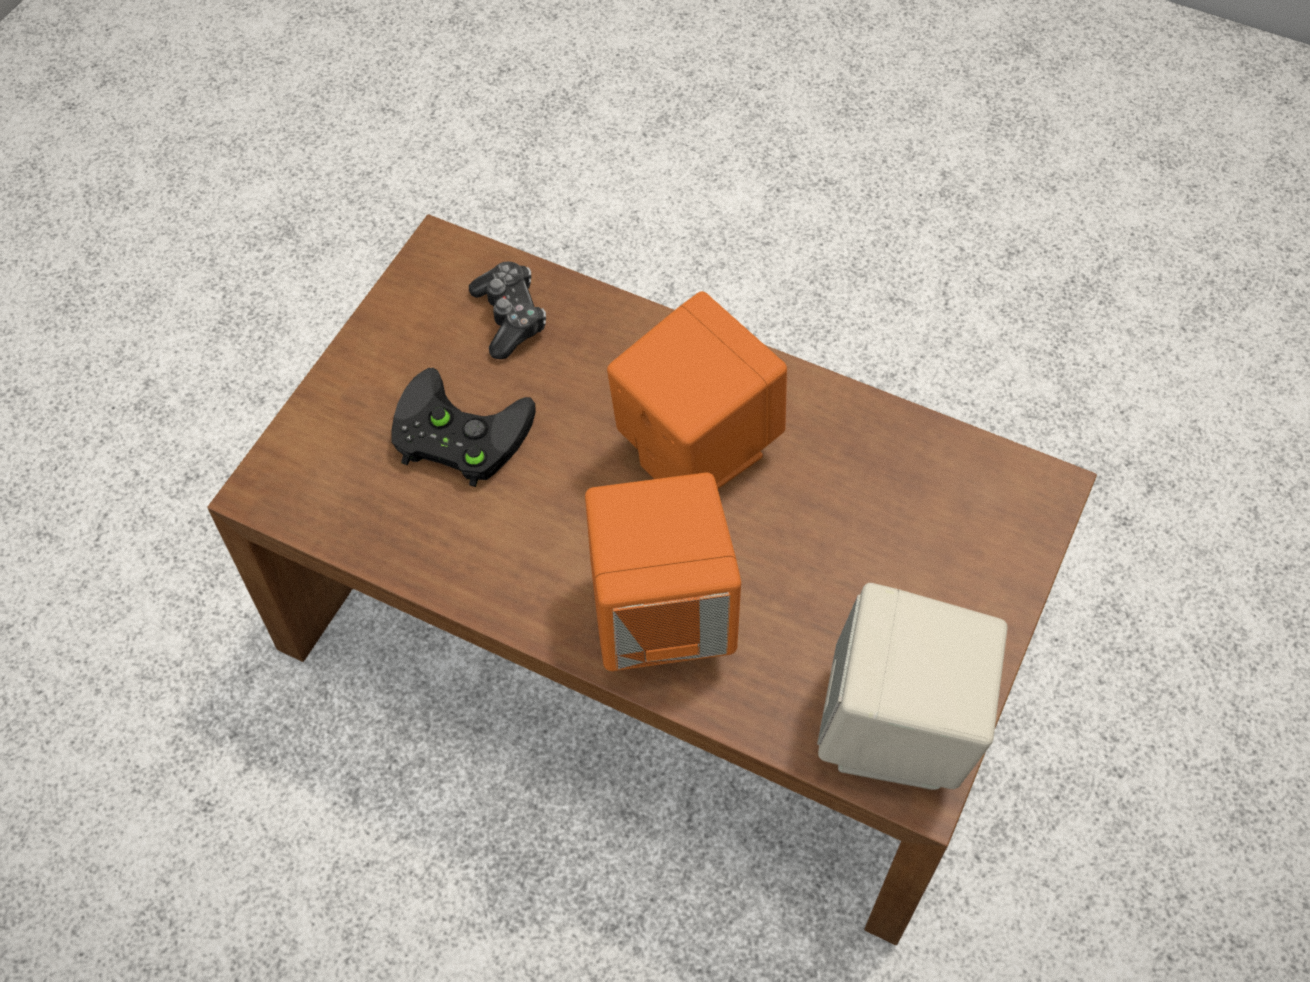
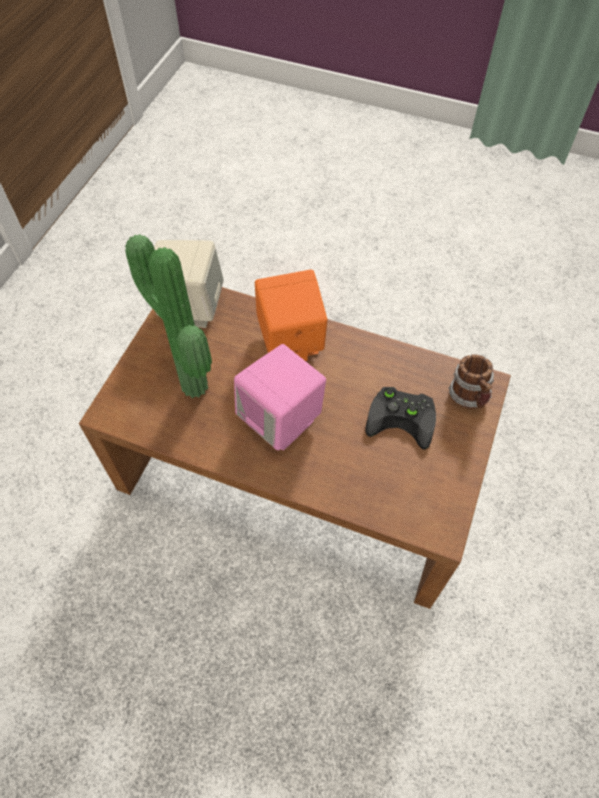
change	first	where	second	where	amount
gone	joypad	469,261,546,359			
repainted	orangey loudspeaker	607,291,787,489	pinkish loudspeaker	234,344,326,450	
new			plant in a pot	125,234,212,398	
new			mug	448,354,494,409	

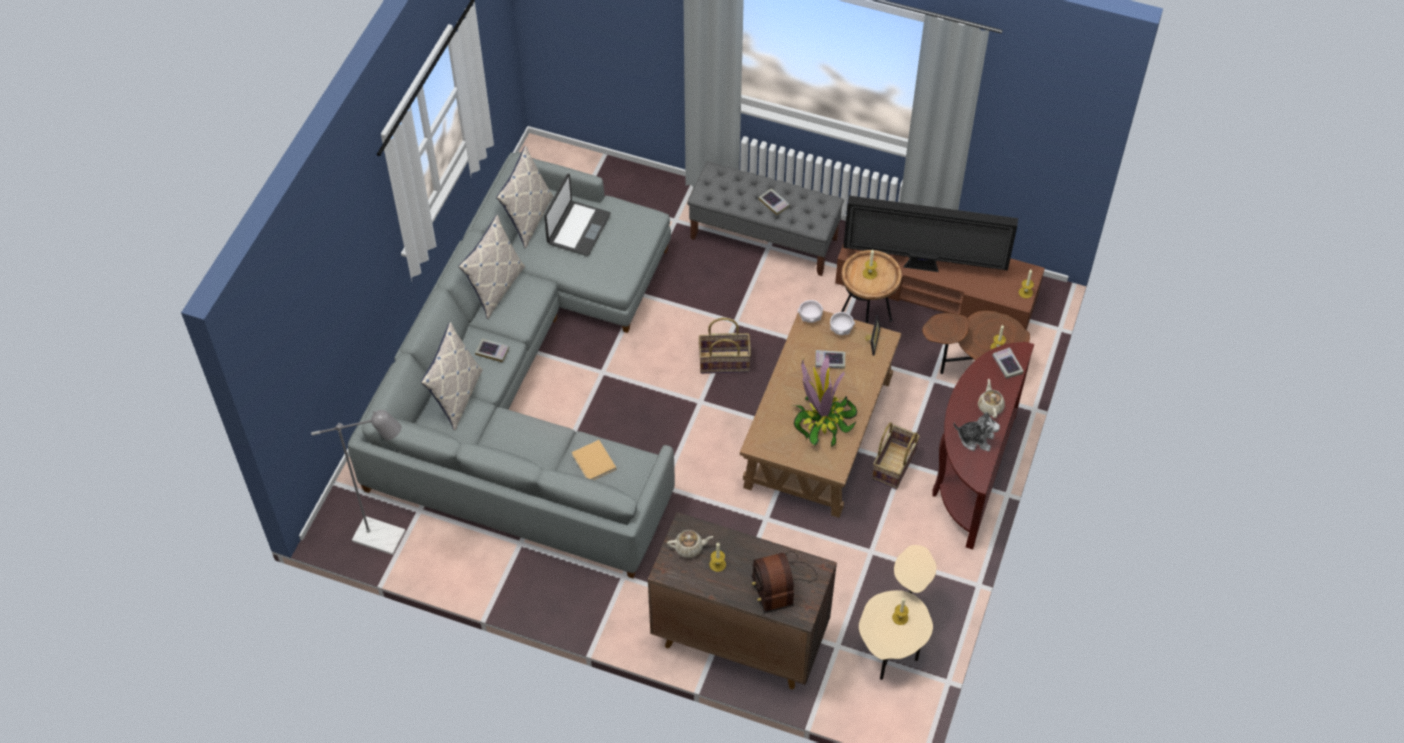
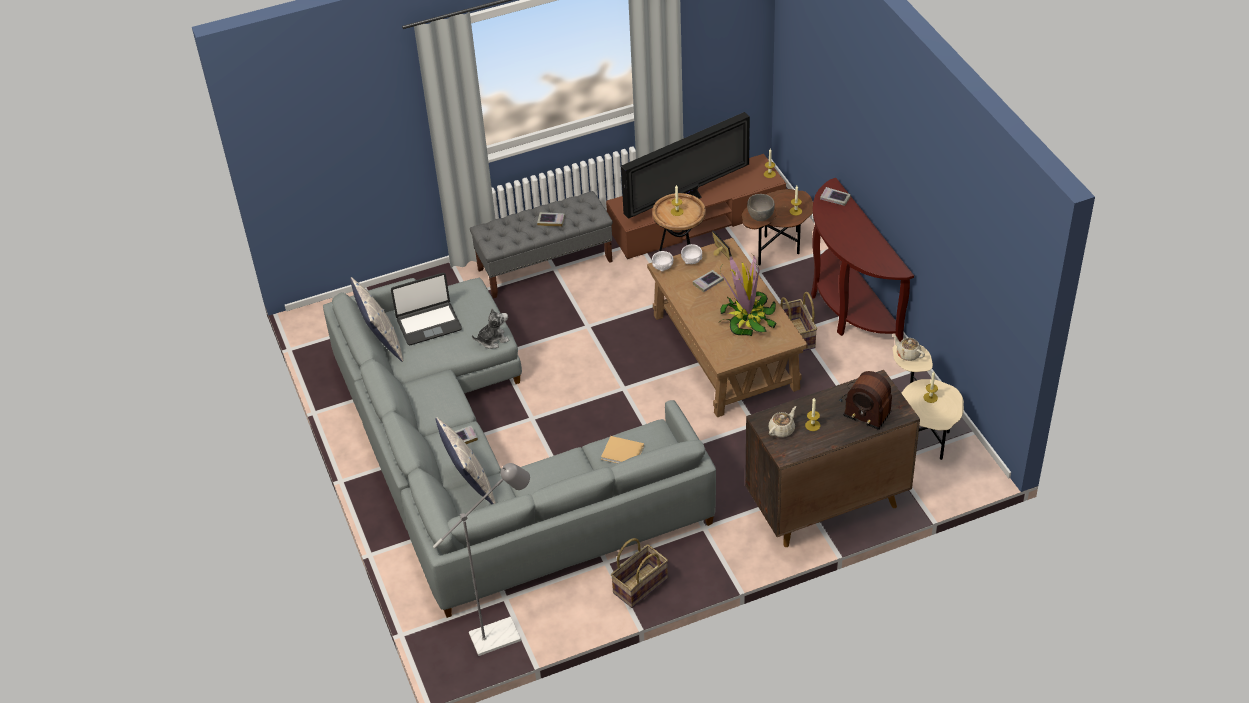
change	first	where	second	where	amount
gone	throw pillow	458,215,525,319			
rotated	notebook computer	544,174,611,256		391,273,462,345	90 degrees clockwise
shifted	basket	699,318,751,374		611,538,668,608	
shifted	cuddly toy	954,412,1000,452		472,308,509,349	
shifted	beige-coloured tea pot	978,379,1005,418		892,334,925,361	
new			greyish deep dish	747,194,775,221	

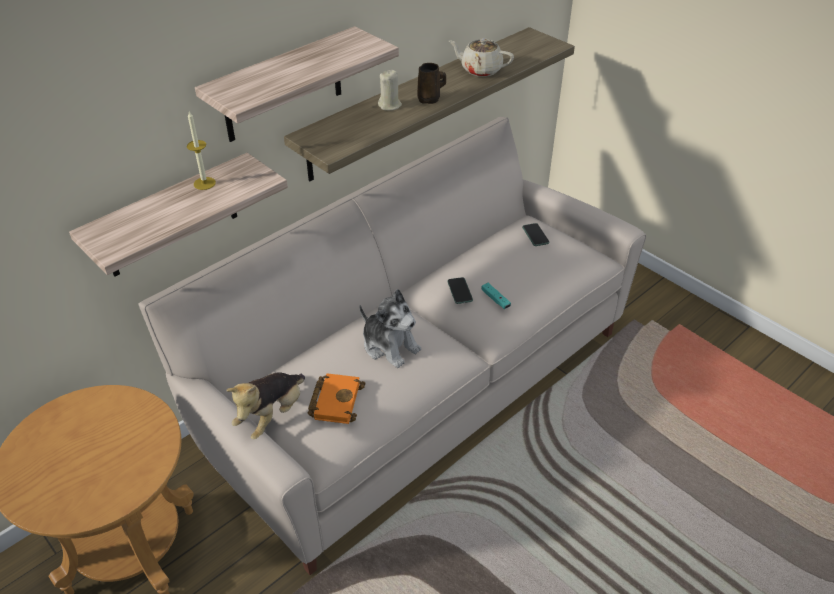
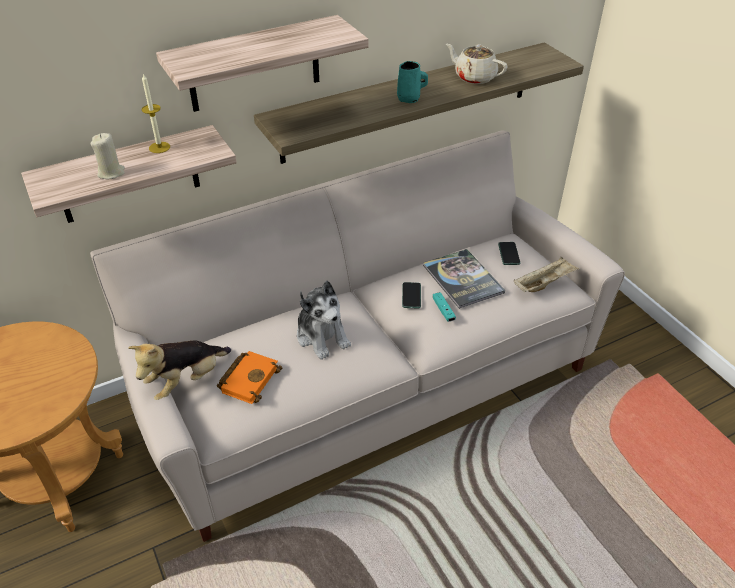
change	first	where	second	where	amount
shifted	beige-coloured candle	378,70,402,111		91,133,125,179	
repainted	brown-coloured mug	417,63,446,104	blue-green mug	397,61,428,103	
new			volume	423,249,505,309	
new			beige-coloured serving tray	514,257,579,292	

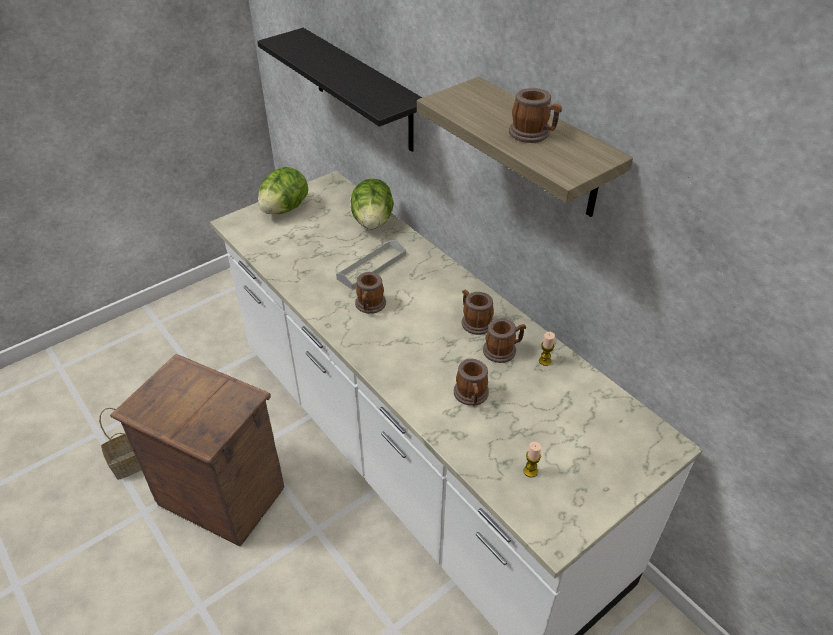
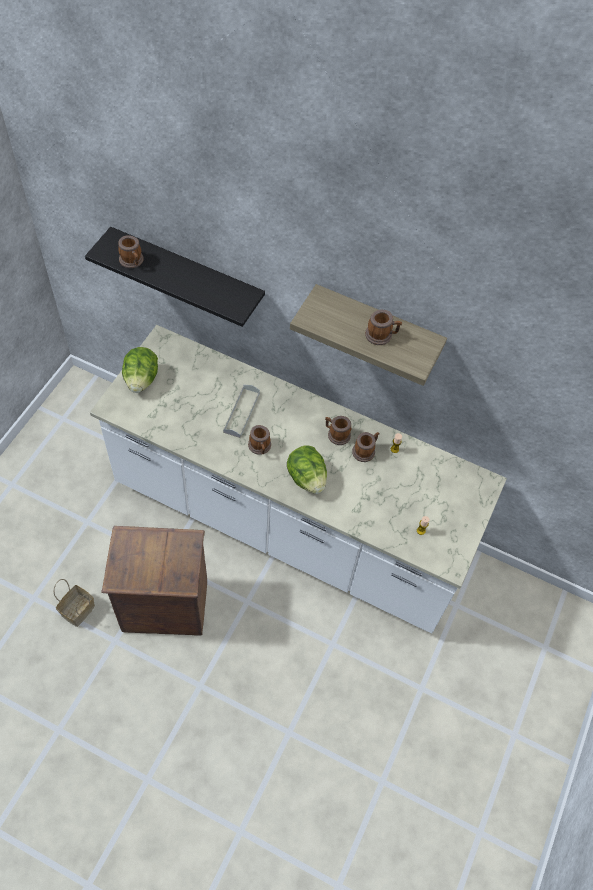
change	first	where	second	where	amount
shifted	head of lettuce	351,178,394,230		287,446,327,494	
shifted	mug	454,359,489,406		118,235,143,268	

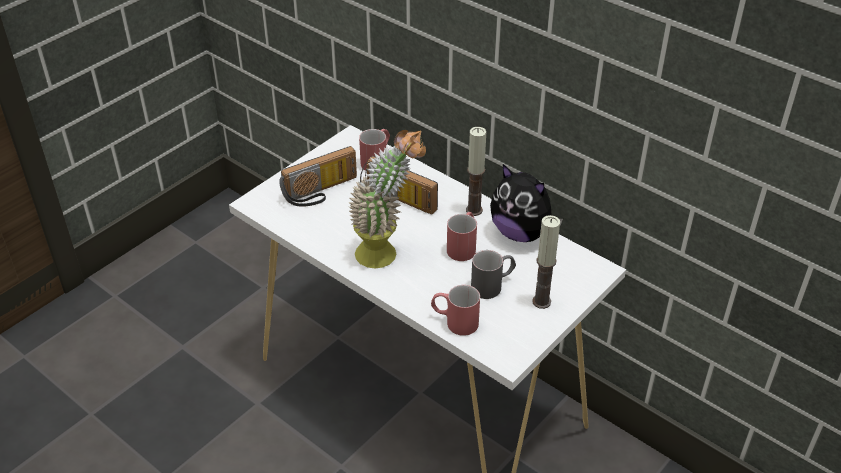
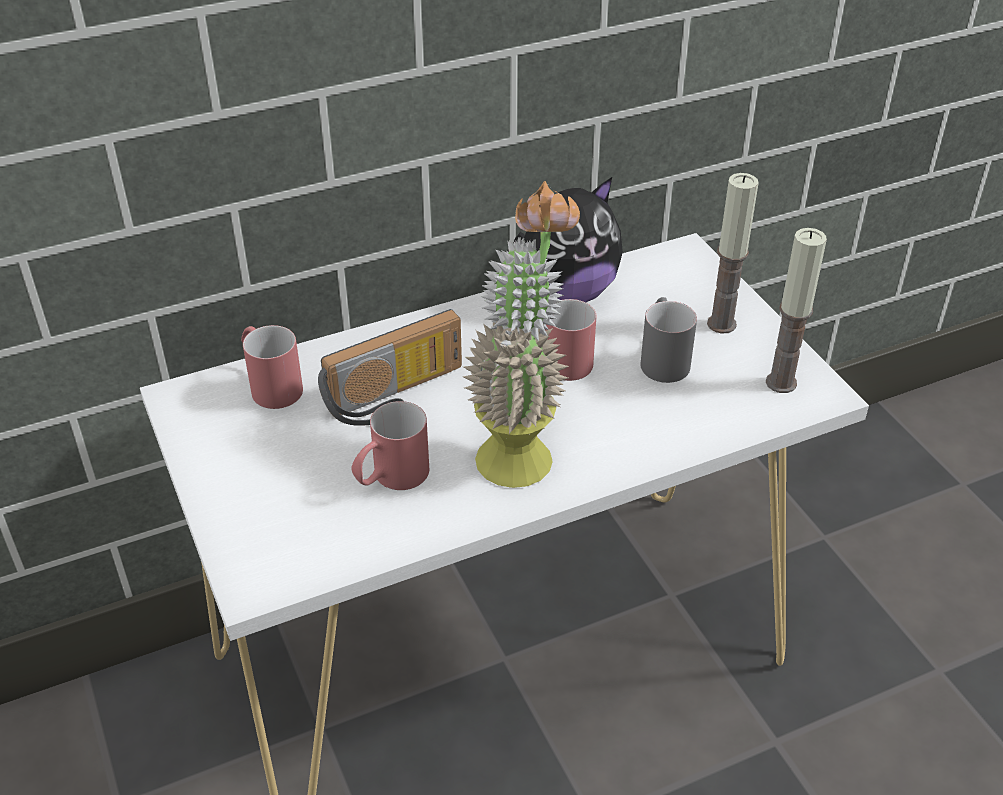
change	first	where	second	where	amount
gone	radio receiver	279,146,357,207			
shifted	red mug	431,285,480,336		351,401,429,490	
shifted	candle	466,127,486,216		766,228,827,393	

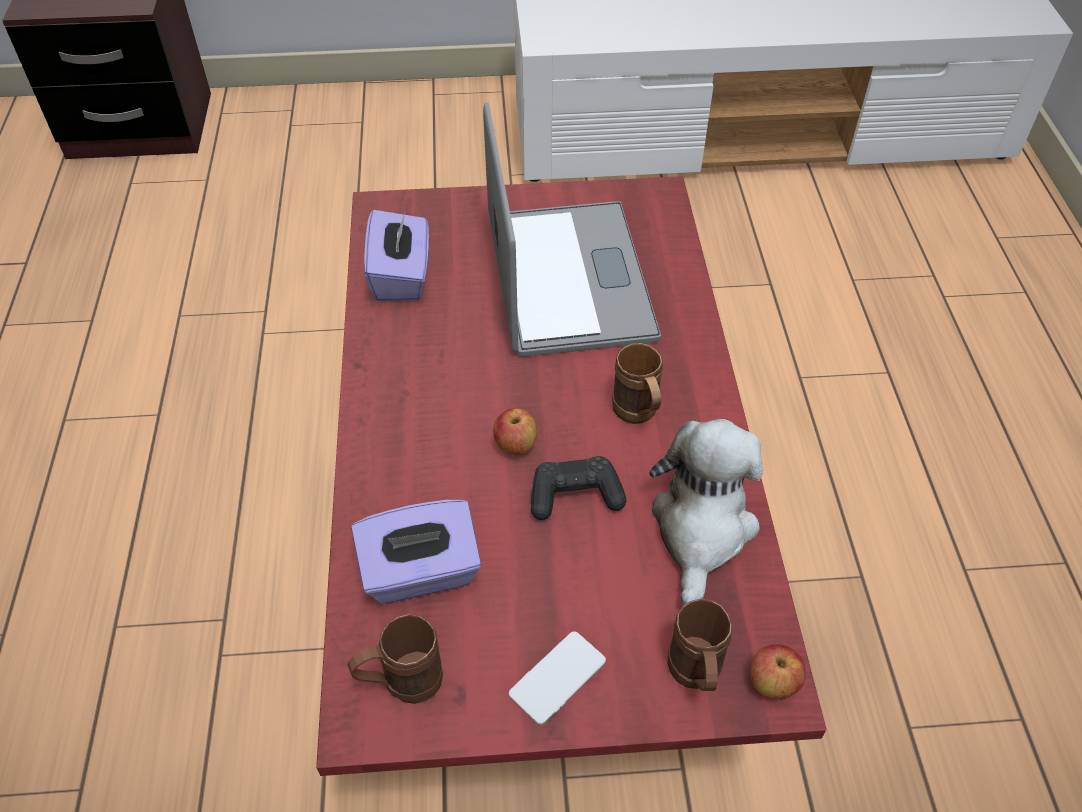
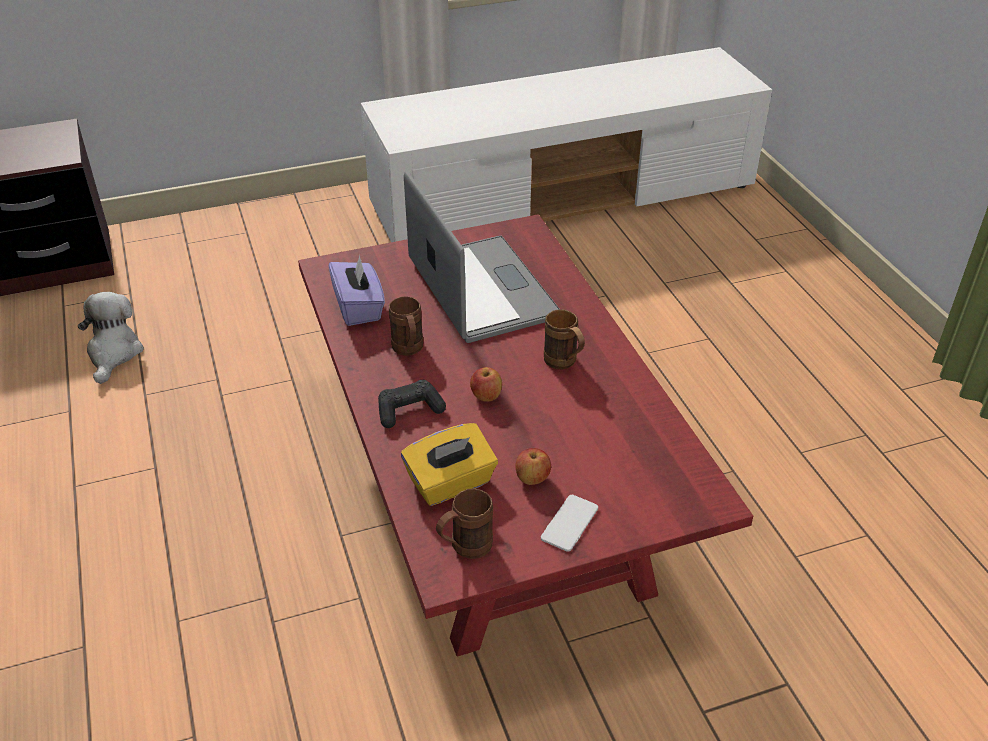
change	first	where	second	where	amount
repainted	purplish tissue box	351,500,481,604	yellowish tissue box	401,423,498,506	
shifted	black joypad	531,456,626,520		378,380,446,428	
shifted	cuddly toy	649,419,763,606		78,292,144,384	
shifted	brown-coloured mug	667,599,732,691		389,296,423,356	
shifted	apple fruit	750,644,806,699		516,448,551,485	

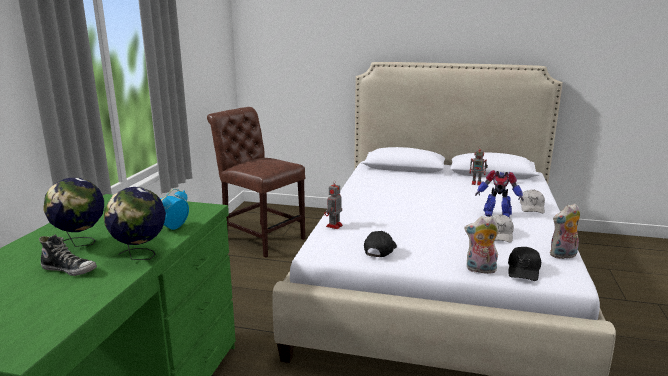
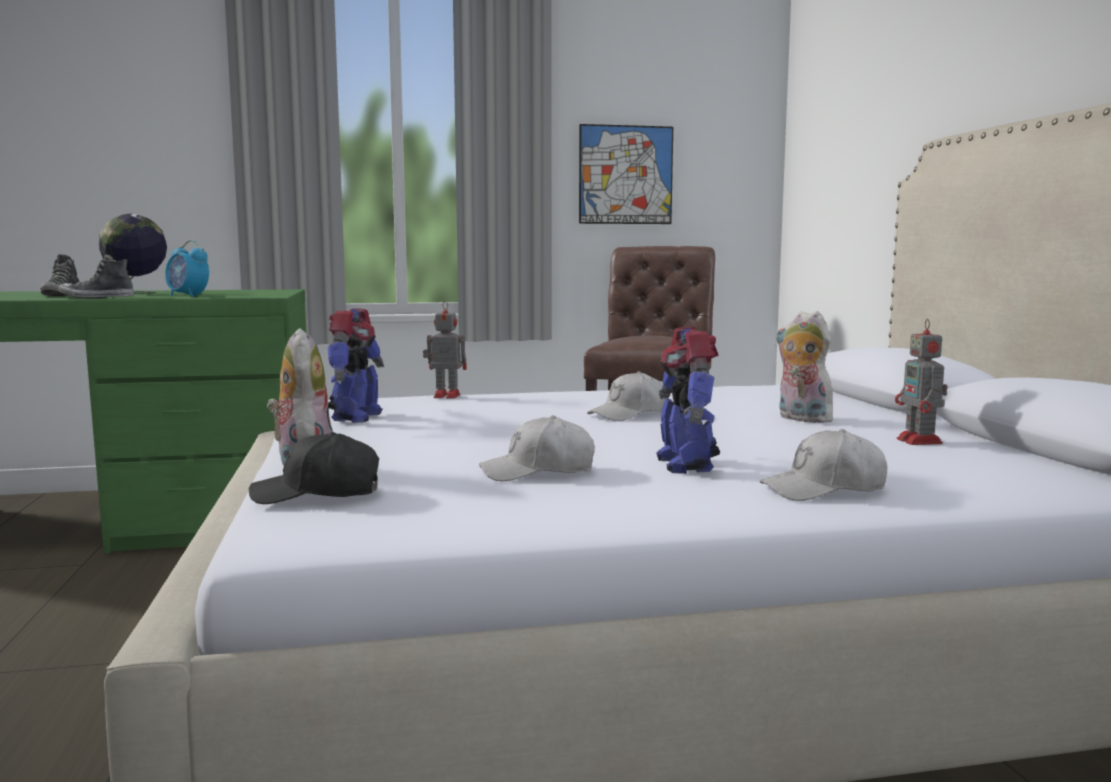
change	first	where	second	where	amount
swapped	world globe	104,187,166,260	low shoe	58,254,134,298	
rotated	bedside clock	160,189,189,232		165,240,209,297	150 degrees counterclockwise
swapped	black baseball cap	364,231,397,257	toy robot	328,308,384,423	
shifted	cuddly toy	550,204,580,259		776,311,840,423	
new			wall art	579,124,673,224	
new			whitish baseball cap	587,371,669,421	

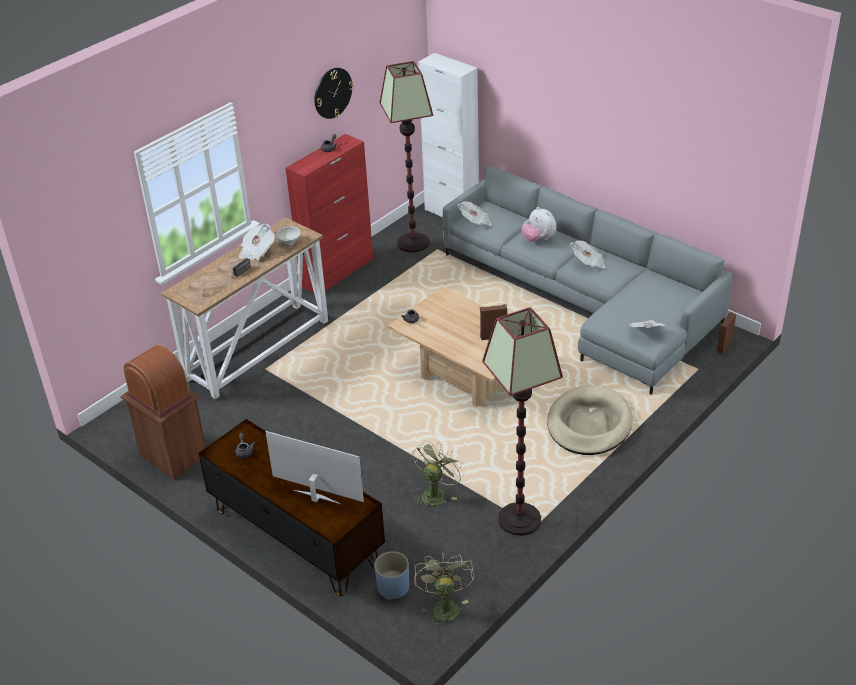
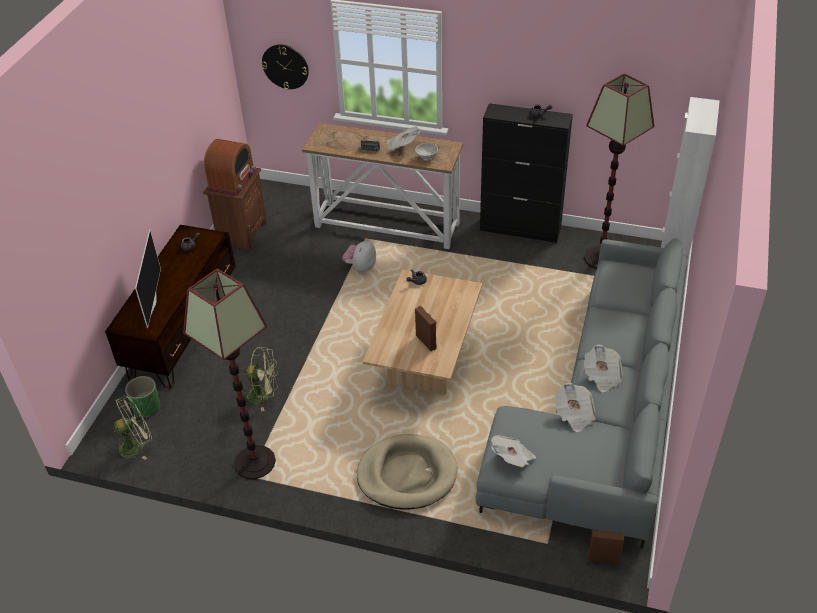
change	first	where	second	where	amount
repainted	red cabinet	286,134,373,293	black cabinet	480,103,573,243	
shifted	clock on the wall	314,68,353,119		262,44,309,90	
repainted	blue-coloured plant pot	374,551,409,600	green-coloured plant pot	125,376,160,418	
shifted	newspaper	457,201,492,226		555,382,596,432	
shifted	cuddly toy	522,207,556,242		342,240,376,272	

